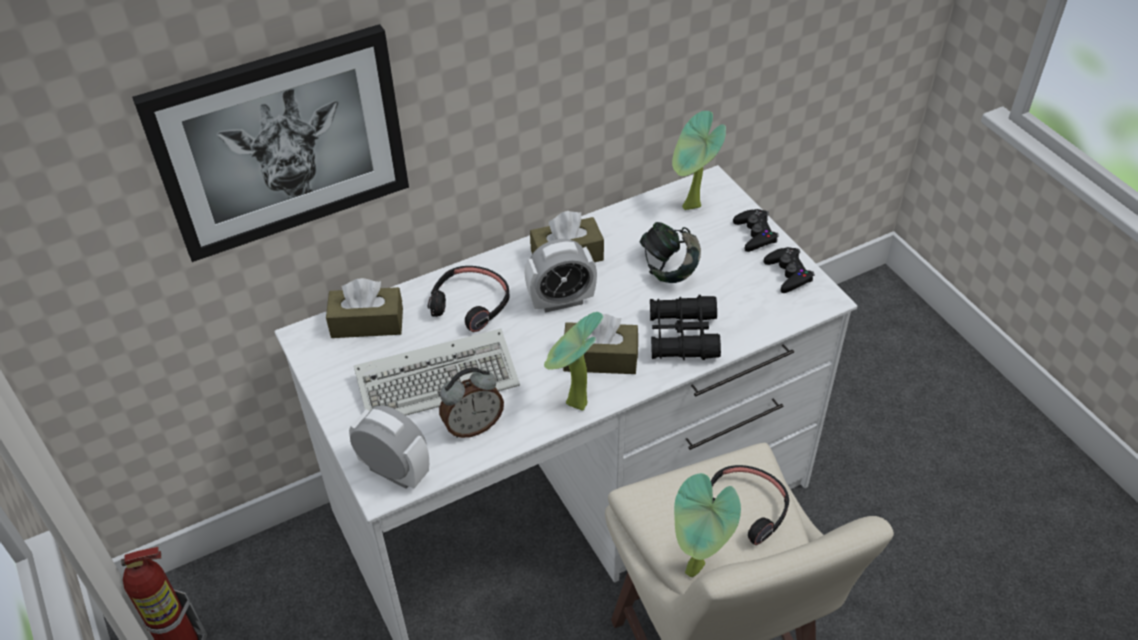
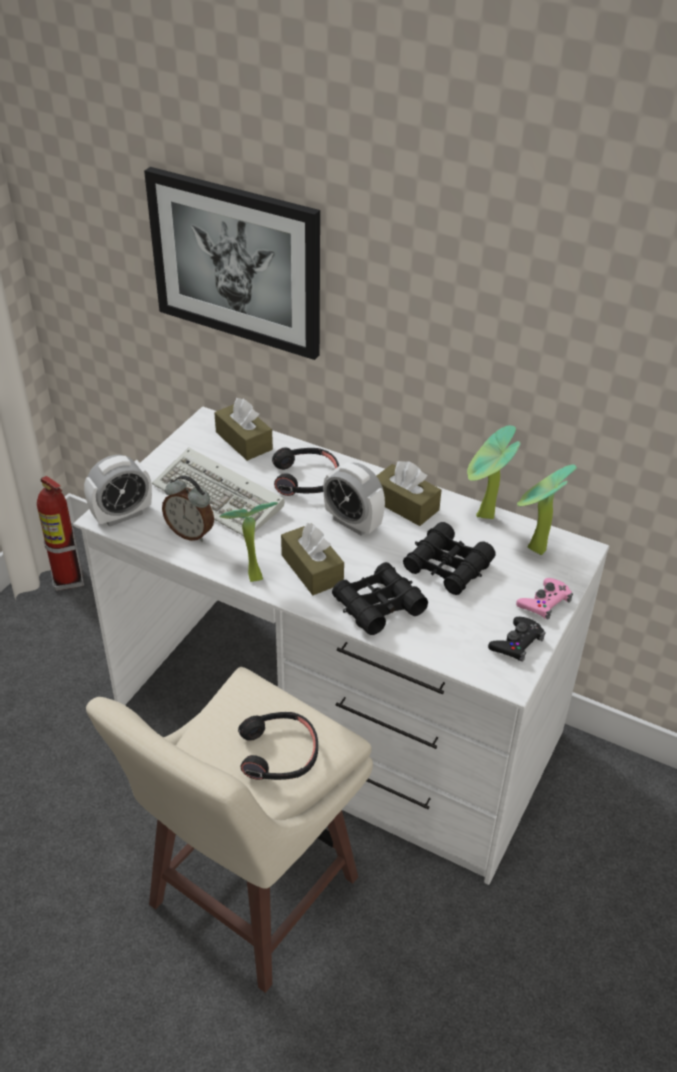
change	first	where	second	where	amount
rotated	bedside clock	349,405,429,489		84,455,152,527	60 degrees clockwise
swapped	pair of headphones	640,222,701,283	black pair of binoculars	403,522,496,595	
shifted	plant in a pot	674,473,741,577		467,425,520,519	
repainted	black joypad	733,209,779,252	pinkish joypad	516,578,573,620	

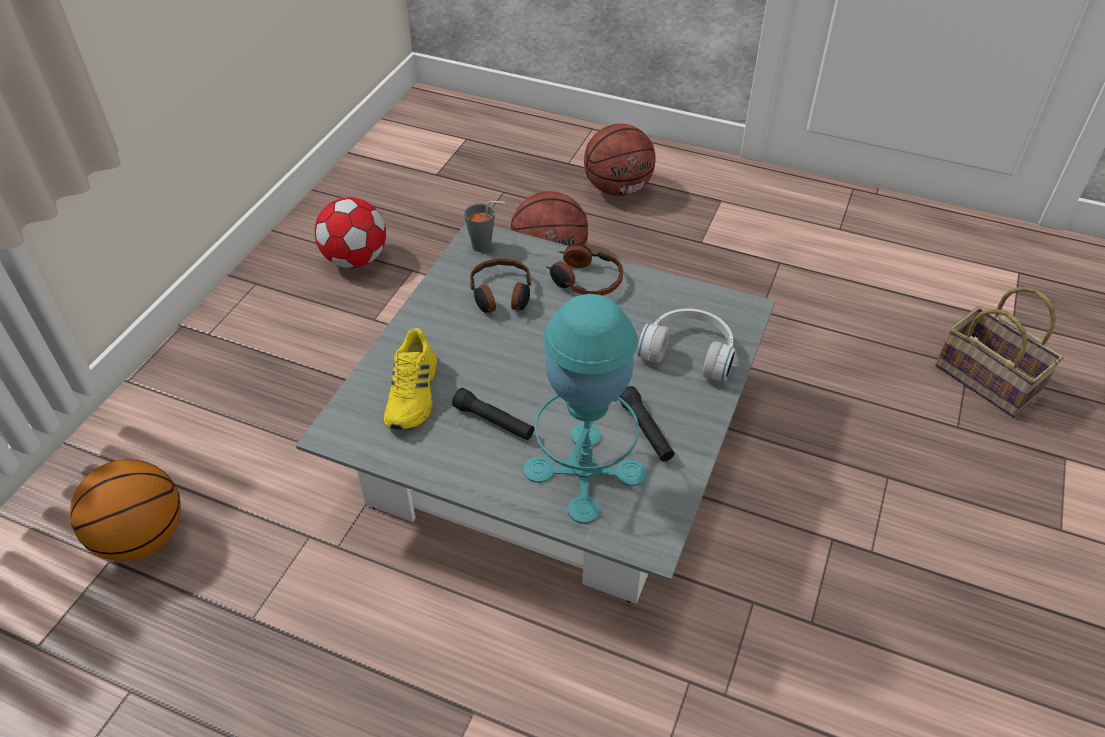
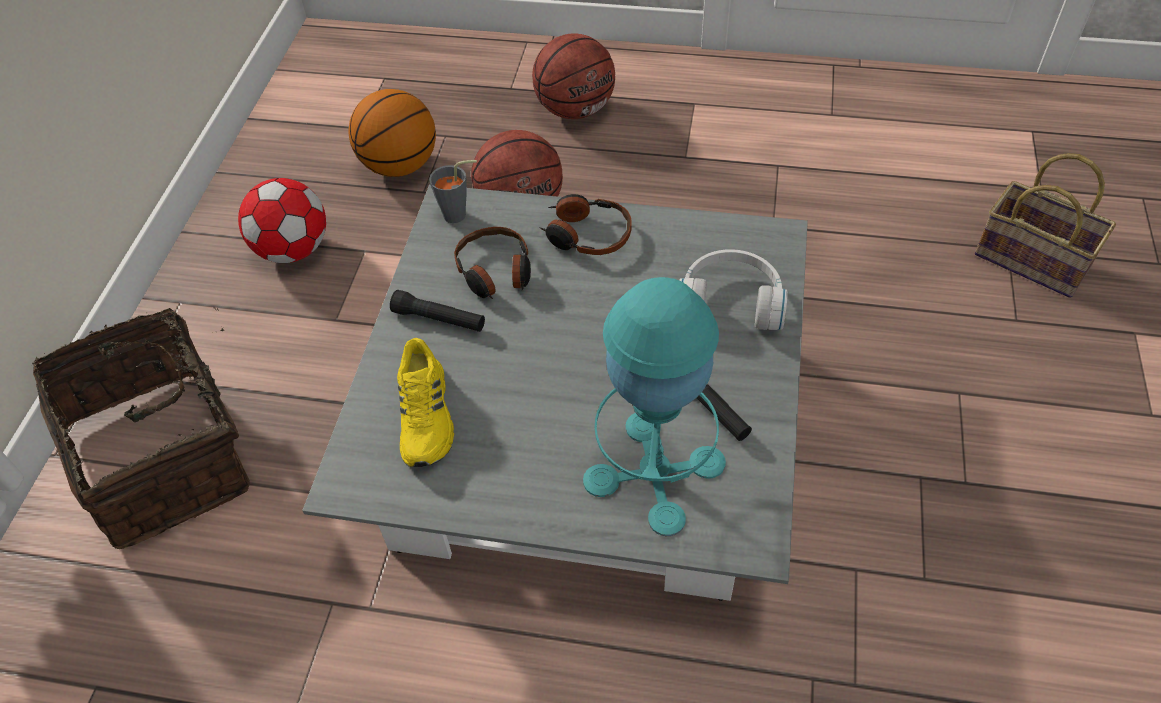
change	first	where	second	where	amount
shifted	basketball	70,459,181,562		348,89,436,177	
shifted	black flashlight	452,388,534,440		390,290,485,332	
new			basket	31,307,250,549	

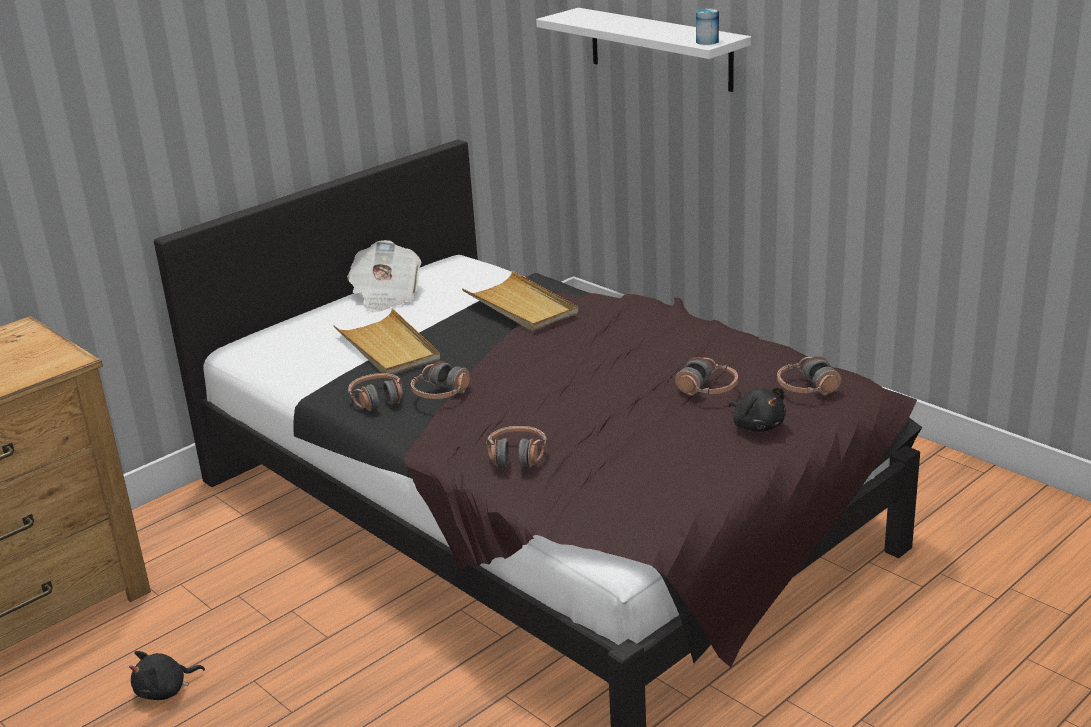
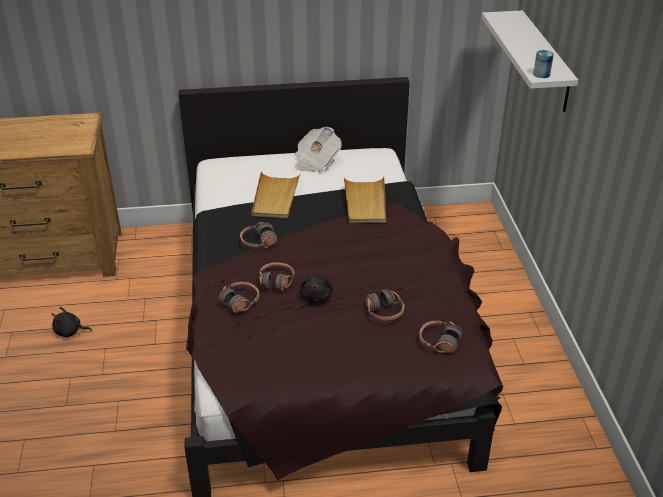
change	first	where	second	where	amount
shifted	pair of headphones	348,373,403,411		259,262,295,291	
shifted	black cuddly toy	729,387,786,432		301,274,333,302	

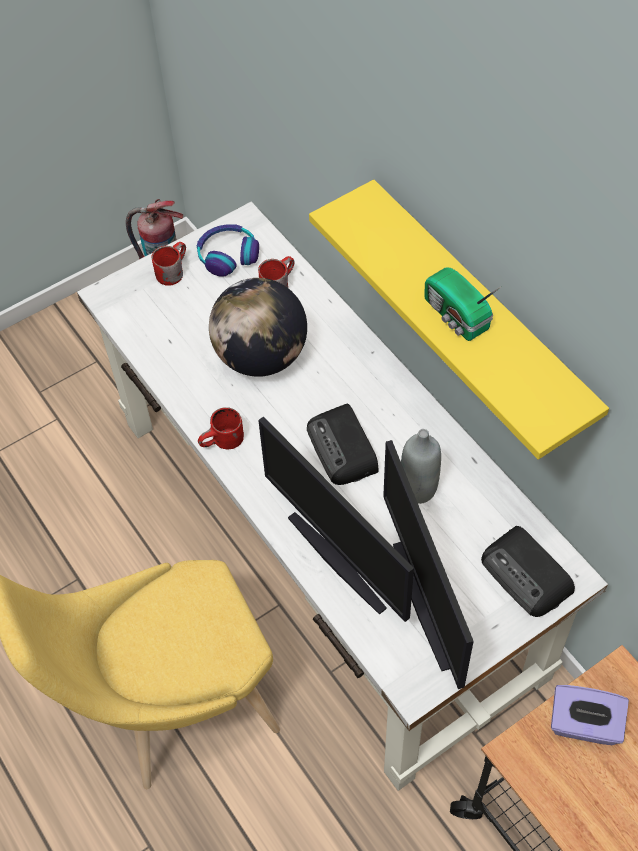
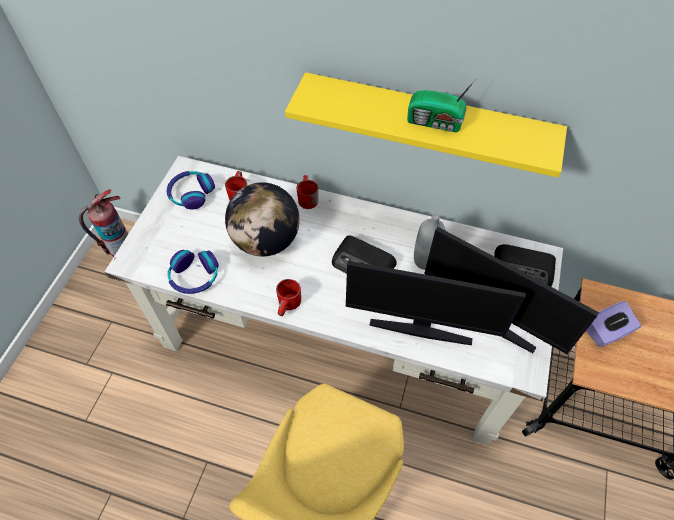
change	first	where	second	where	amount
shifted	red mug	151,242,186,286		297,175,319,209	
new			pair of headphones	168,250,219,294	

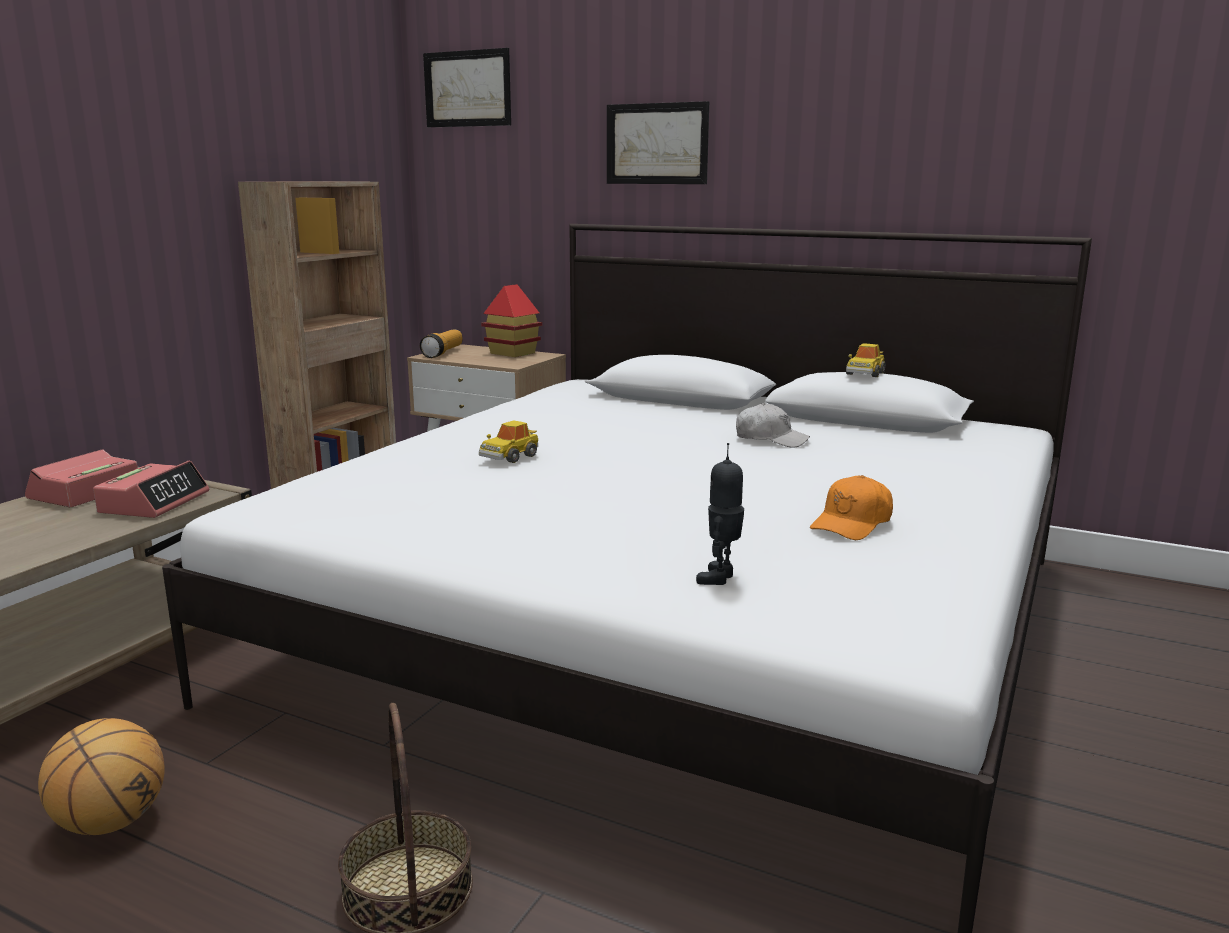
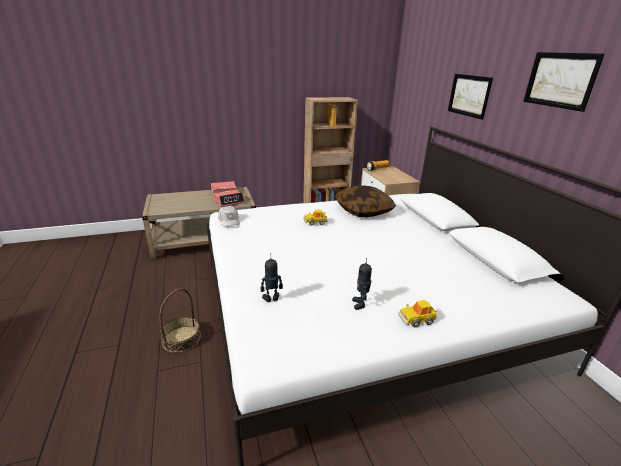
change	first	where	second	where	amount
gone	basketball	38,718,165,835			
shifted	wall art	423,48,511,127		523,52,604,112	
gone	toy house	481,284,542,357			
shifted	whitish baseball cap	736,403,810,448		218,206,240,227	
swapped	orangey baseball cap	810,475,893,540	toy robot	352,258,372,310	
shifted	toy car	846,343,885,377		398,300,437,328	
new			throw pillow	335,185,396,217	

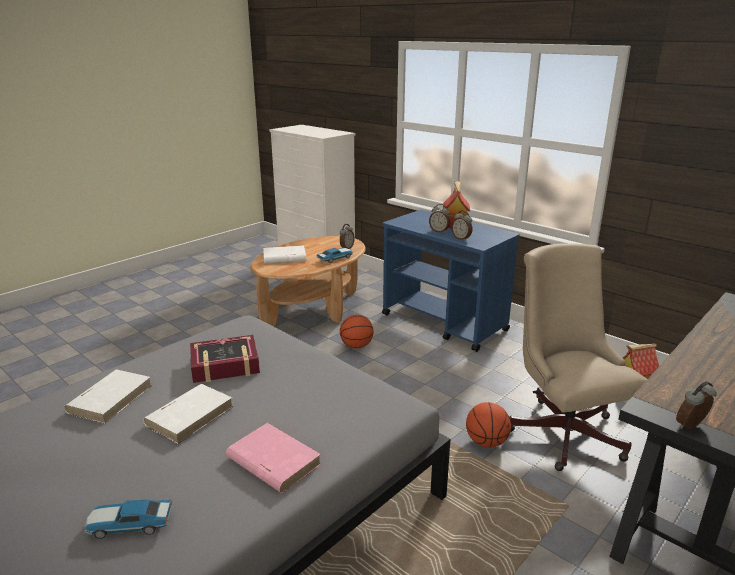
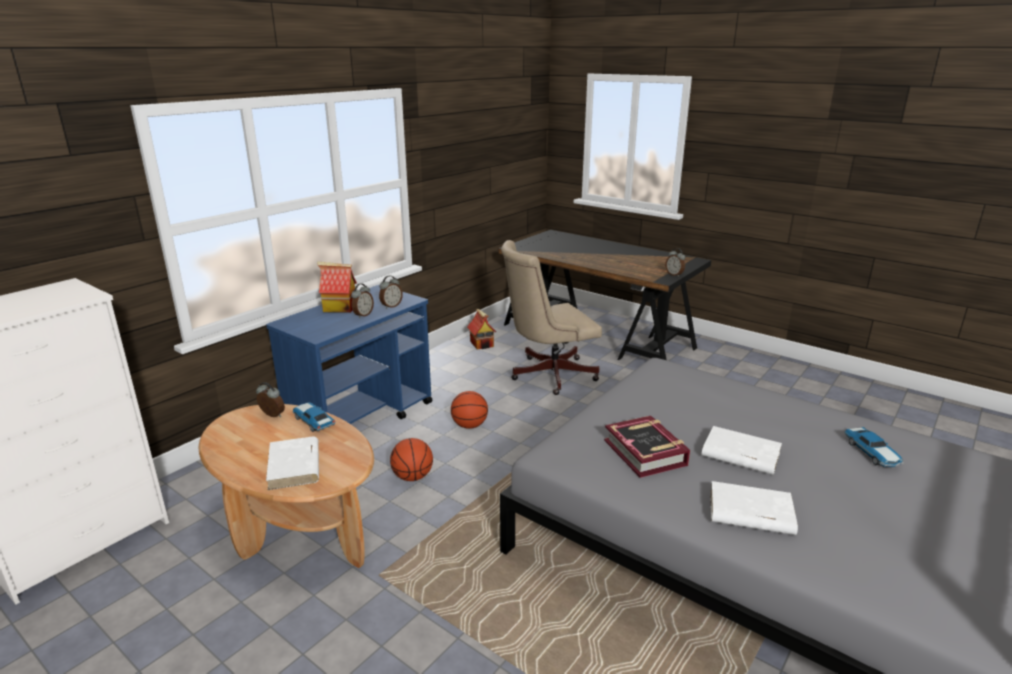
change	first	where	second	where	amount
gone	pinkish volume	226,423,321,493			
shifted	basketball	466,402,511,448		451,391,488,429	

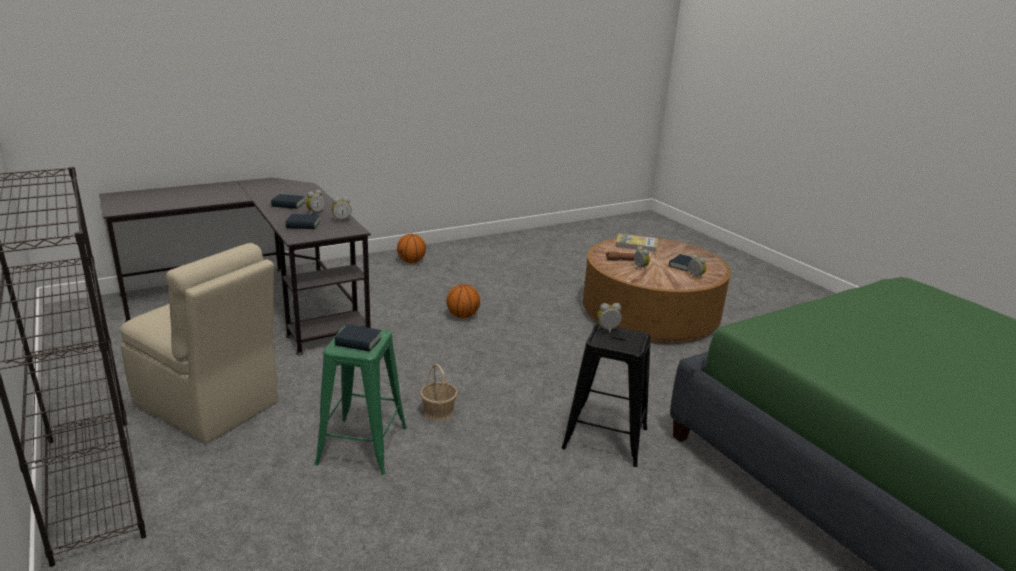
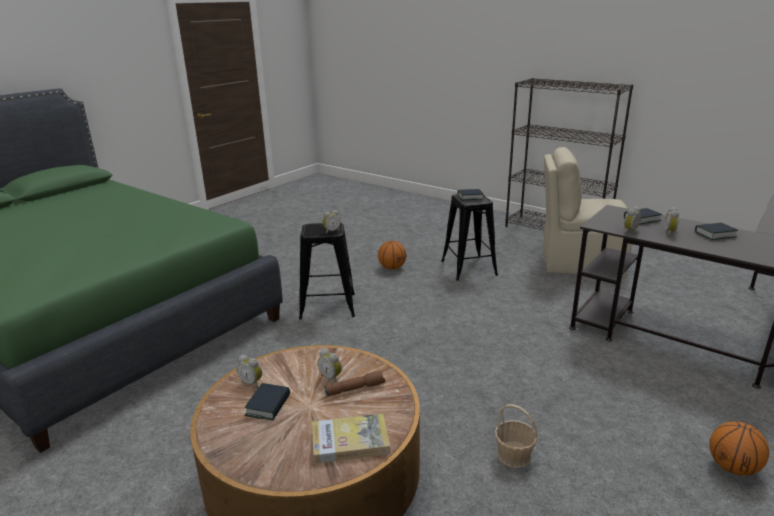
change	first	where	second	where	amount
repainted	green-coloured stool seat	315,326,407,475	black stool seat	441,194,498,281	
shifted	basket	420,364,458,421		495,404,538,468	
shifted	basketball	446,284,480,318		378,240,406,270	

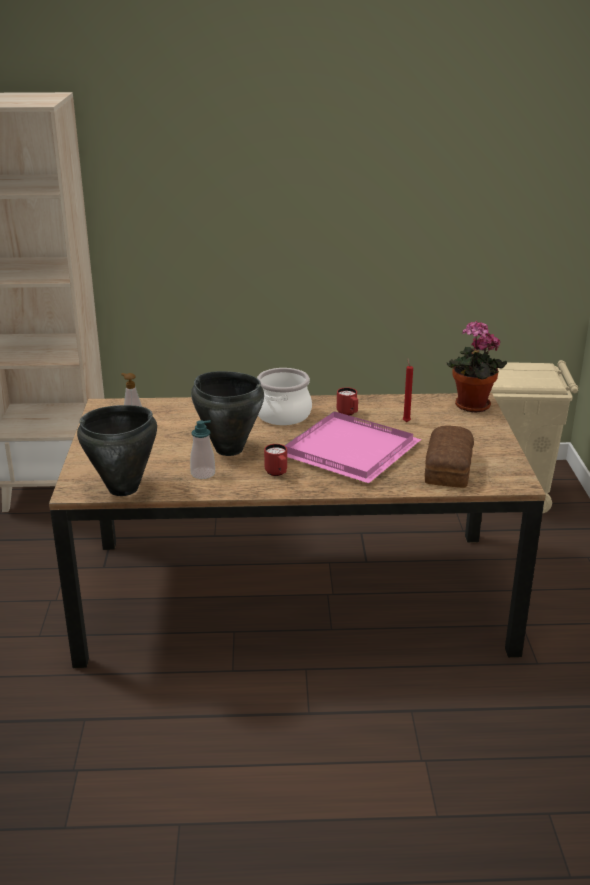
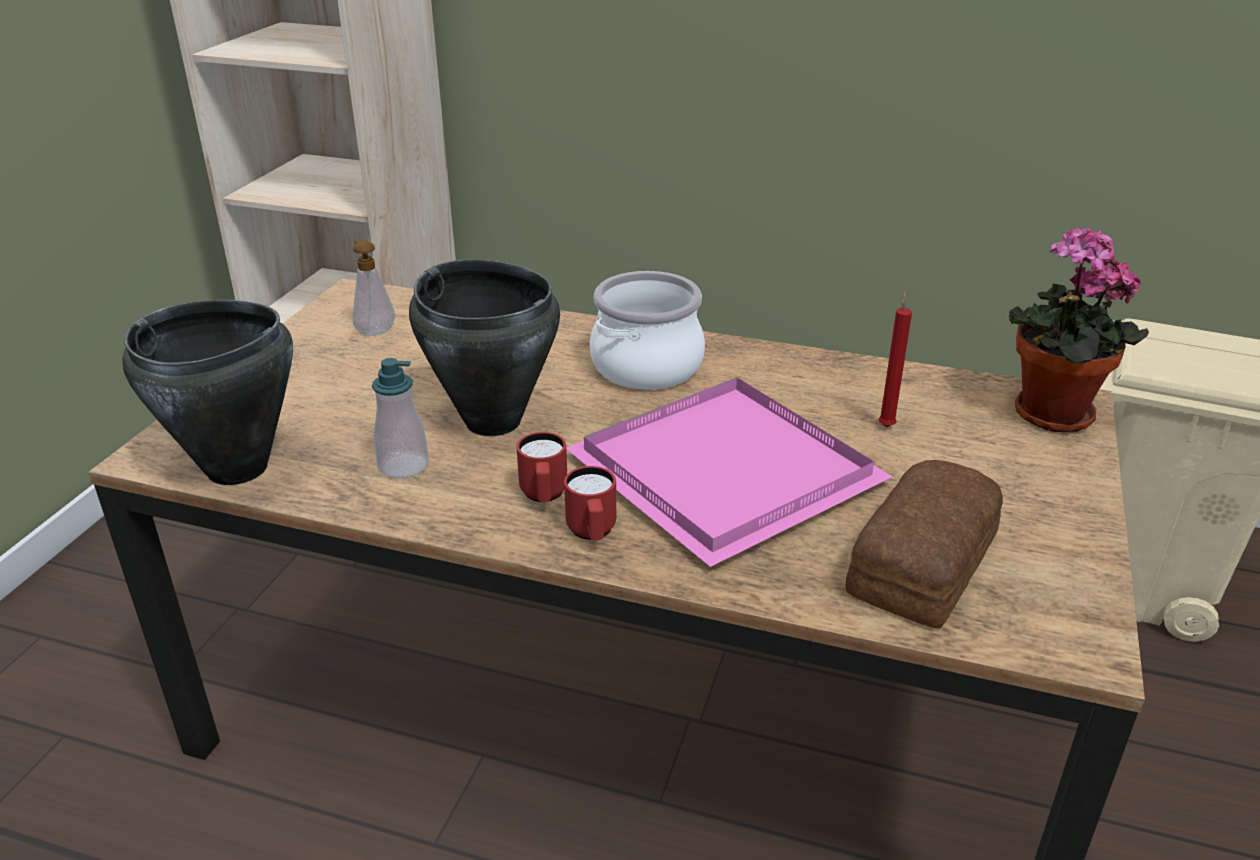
change	first	where	second	where	amount
shifted	red mug	337,387,358,416		564,466,616,541	

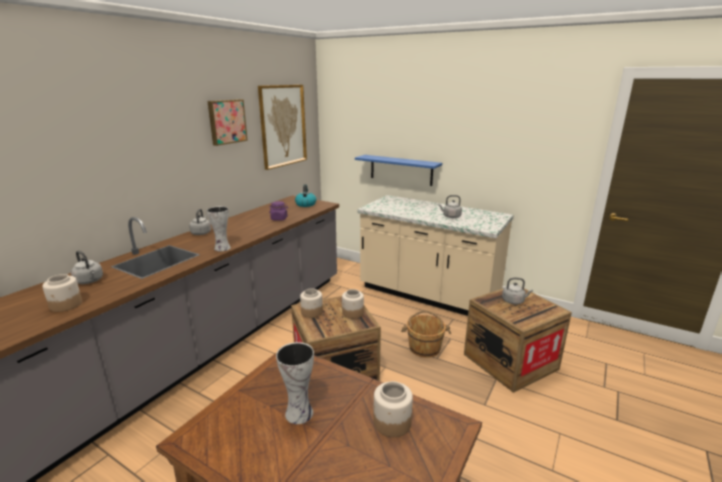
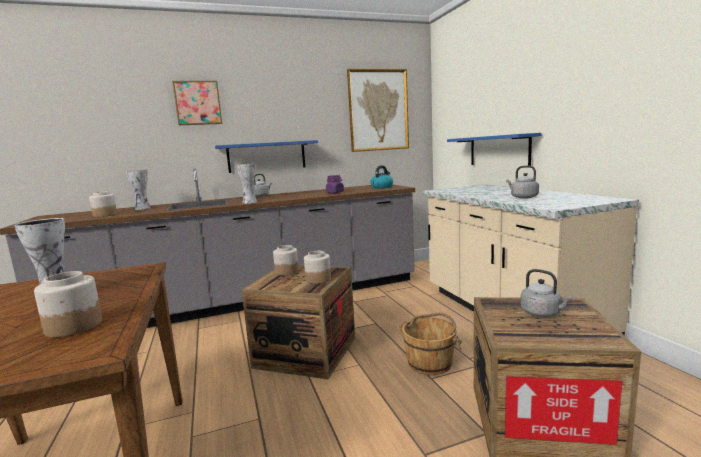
change	first	where	second	where	amount
swapped	greyish tea kettle	71,251,103,284	decorative vase	126,170,151,210	
shifted	wall art	207,99,248,146		172,81,222,125	
new			blue-coloured wall shelf	215,140,318,173	

